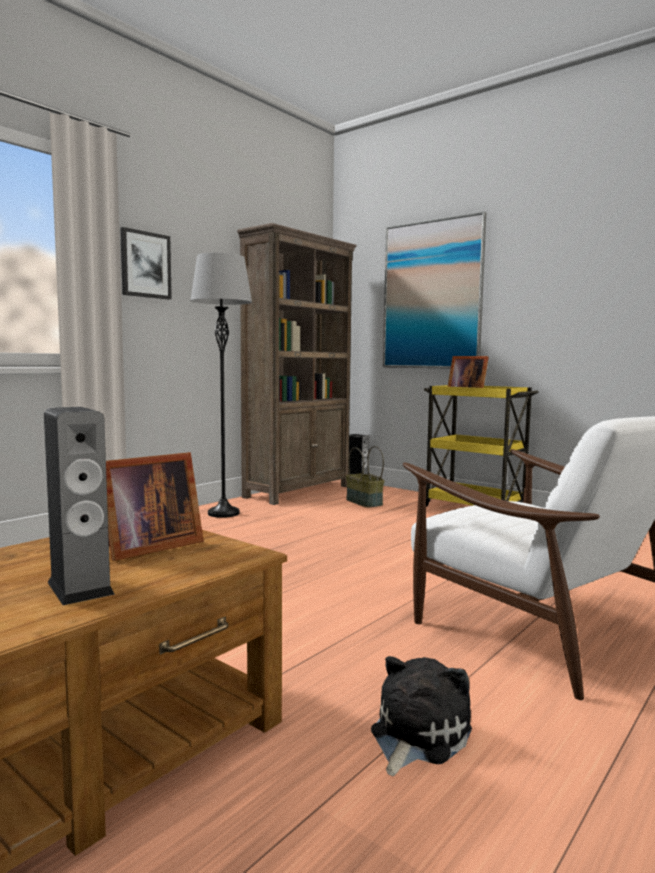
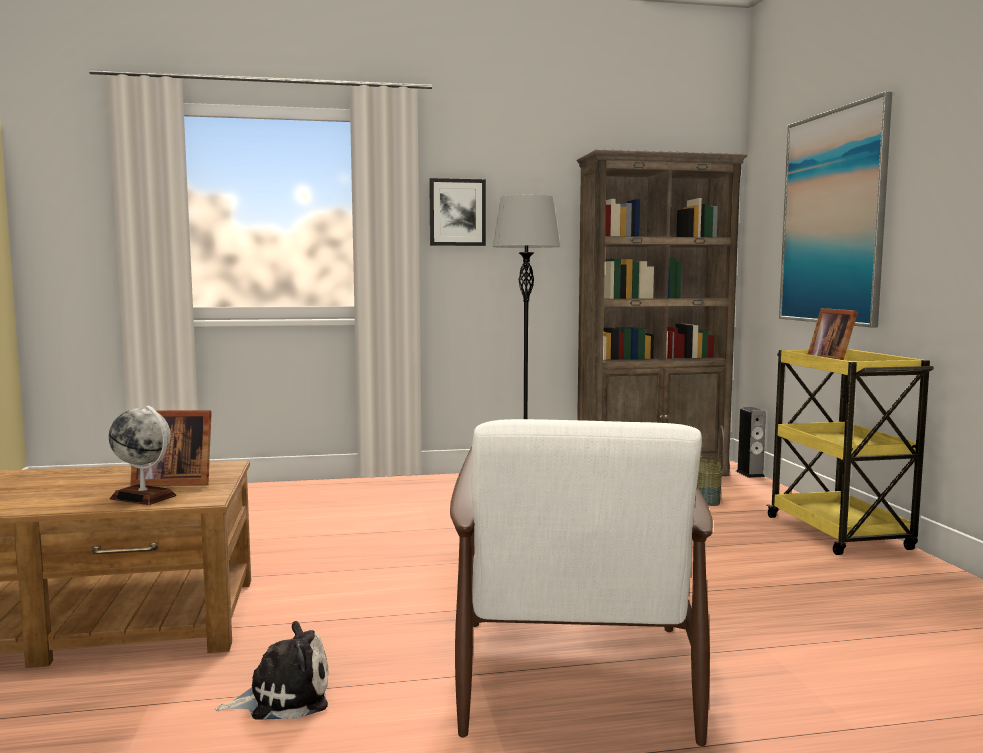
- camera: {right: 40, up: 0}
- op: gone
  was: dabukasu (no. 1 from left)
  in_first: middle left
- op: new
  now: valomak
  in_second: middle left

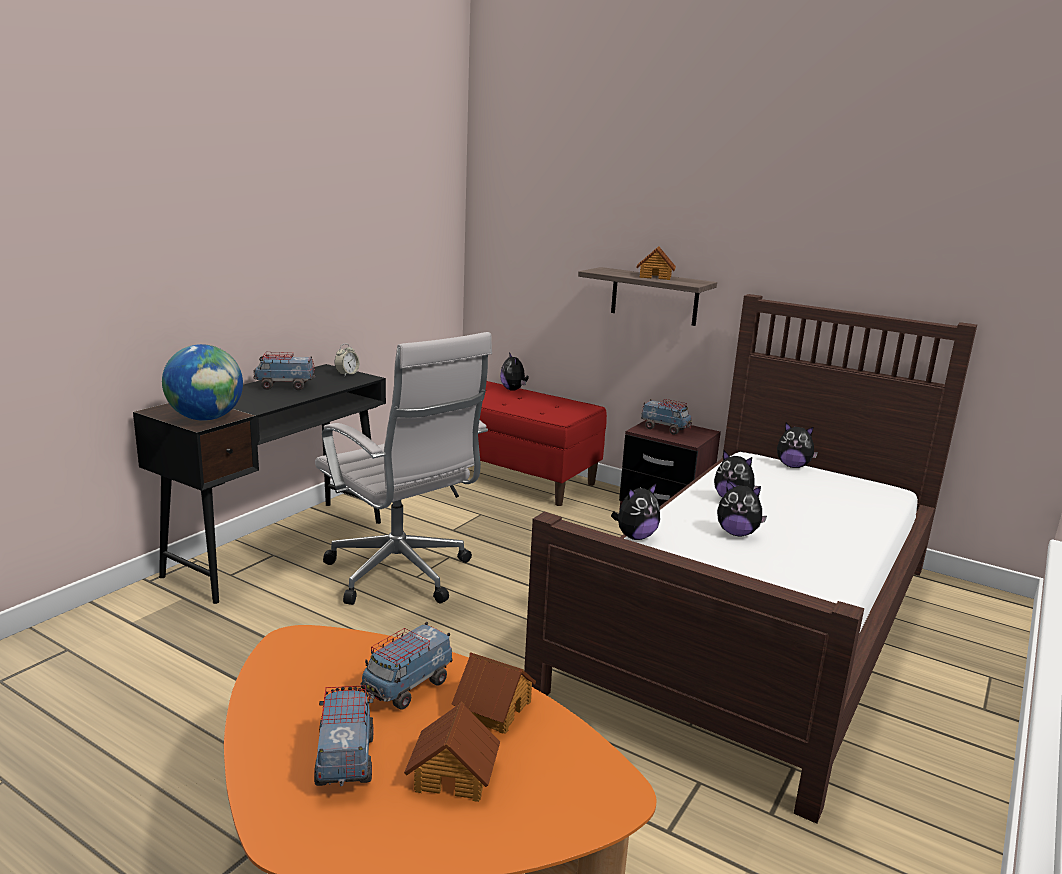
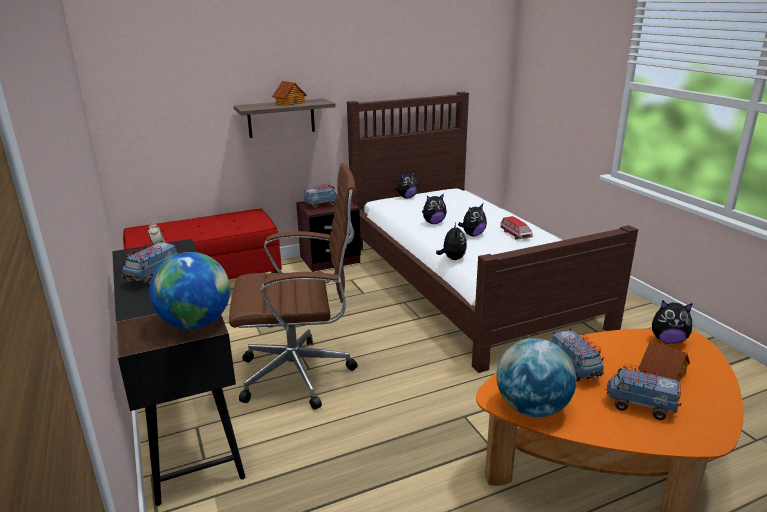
- camera: {right: -55, up: 5}
- op: repainted
  was: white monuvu
  now: brown monuvu
  in_first: centre
  in_second: centre
- op: shifted
  was: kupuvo (no. 1 from left in the first image)
  now: kupuvo (no. 5 from left)
  in_first: centre
  in_second: middle right
- op: gone
  was: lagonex (no. 2 from left)
  in_first: bottom centre
- op: new
  now: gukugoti
  in_second: middle right
- op: new
  now: valomak (no. 2 from left)
  in_second: bottom right

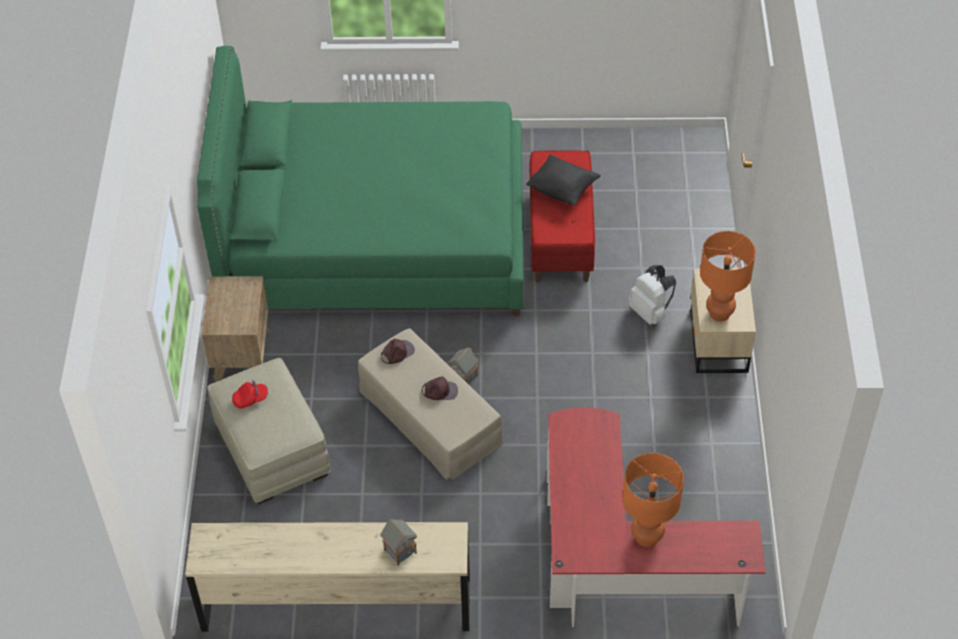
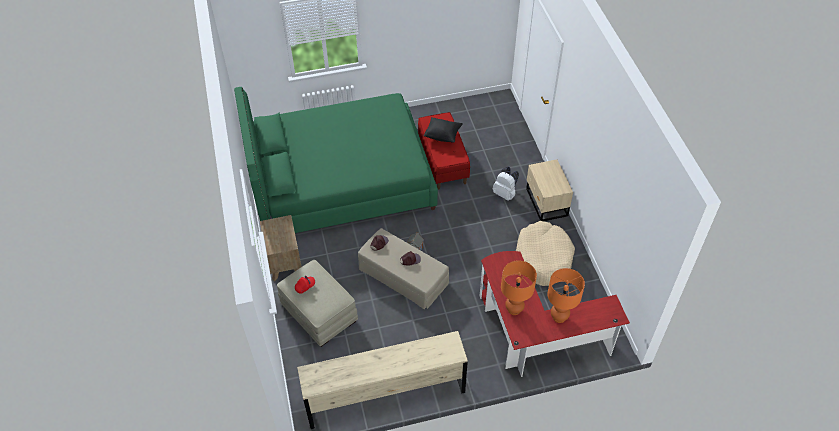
- camera: {right: -15, up: 0}
- op: shifted
  was: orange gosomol (no. 2 from left in the first image)
  now: orange gosomol (no. 1 from left)
  in_first: middle right
  in_second: bottom centre
- op: gone
  was: lagonex (no. 1 from left)
  in_first: bottom centre
- op: new
  now: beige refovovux
  in_second: centre

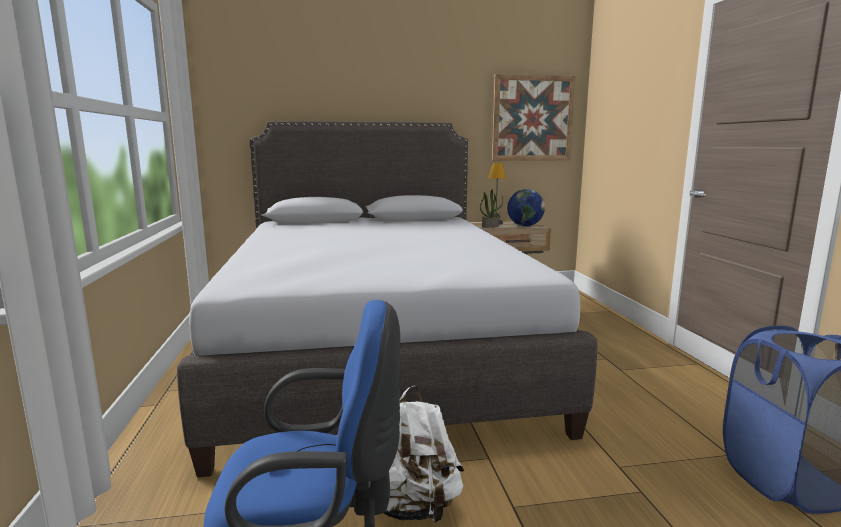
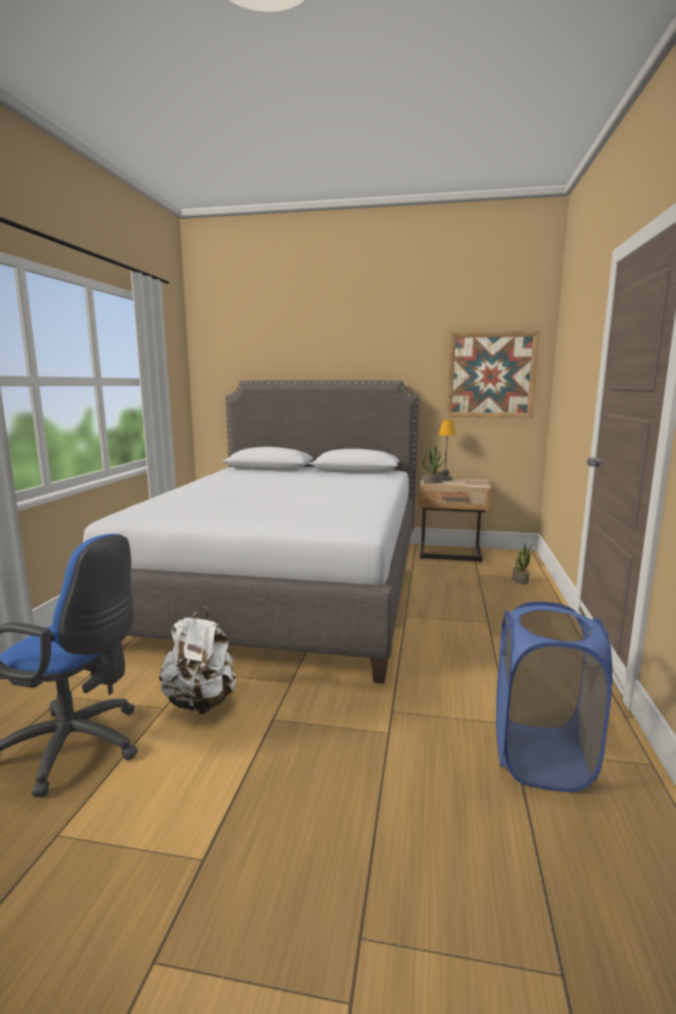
- camera: {right: 20, up: 0}
- op: gone
  was: valomak
  in_first: centre
- op: new
  now: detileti (no. 2 from left)
  in_second: middle right

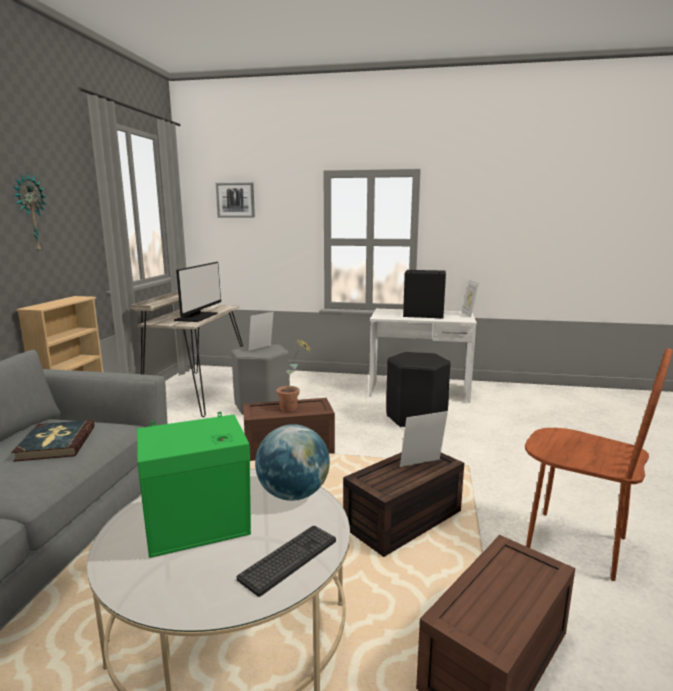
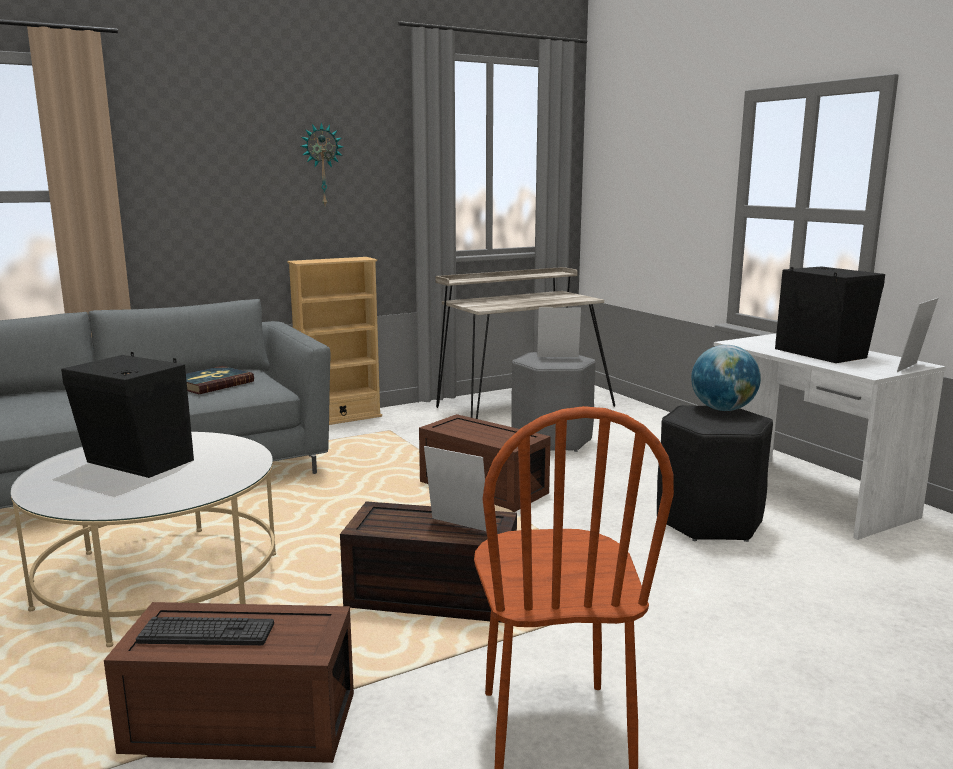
- camera: {right: 50, up: 0}
- op: gone
  was: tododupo
  in_first: top centre
- op: gone
  was: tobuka
  in_first: middle left
- op: gone
  was: detileti
  in_first: centre
- op: repainted
  was: green dabukasu
  now: black dabukasu (no. 1 from left)
  in_first: bottom left
  in_second: middle left
- op: shifted
  was: valomak
  in_first: bottom centre
  in_second: middle right
- op: shifted
  was: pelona
  in_first: bottom centre
  in_second: bottom left

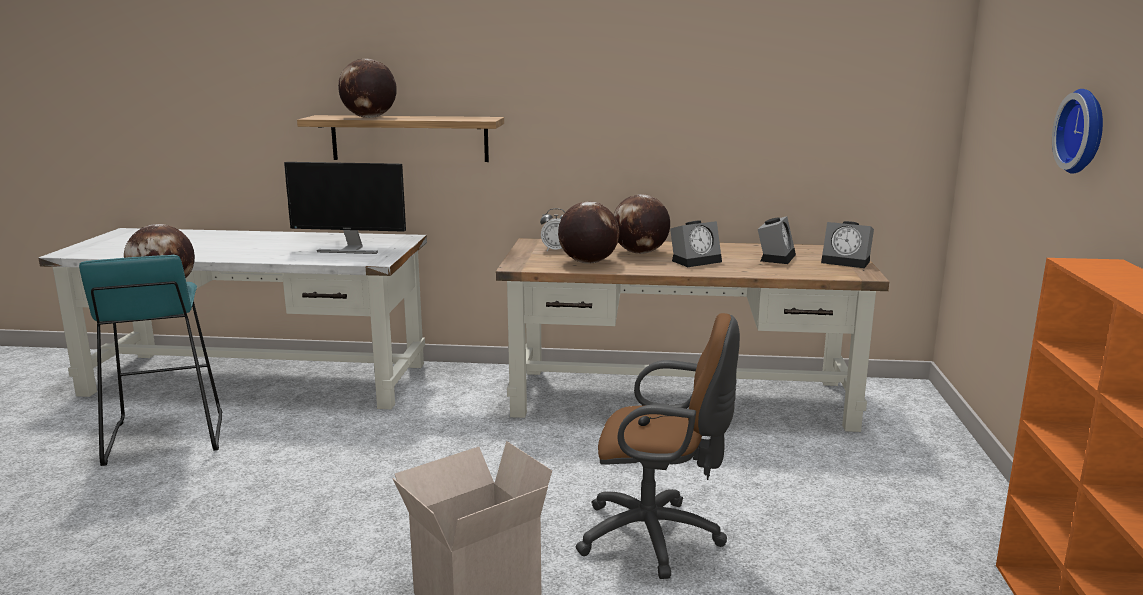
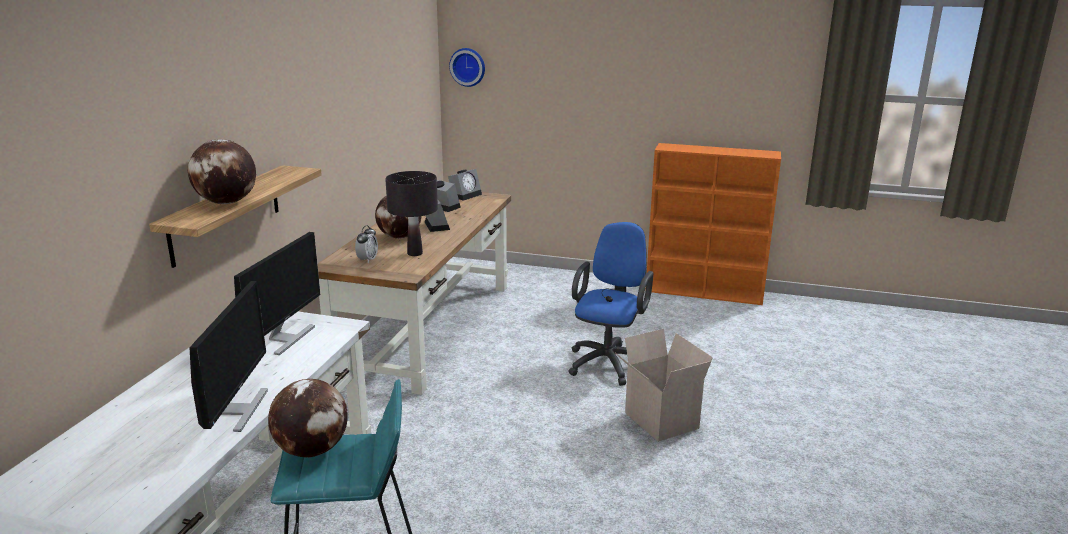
- camera: {right: -80, up: 5}
- op: shifted
  was: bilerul
  in_first: top right
  in_second: top centre
- op: swapped
  was: valomak (no. 3 from left)
  now: black gosomol
  in_first: centre
  in_second: centre
- op: repainted
  was: brown monuvu
  now: blue monuvu
  in_first: bottom centre
  in_second: centre
- op: new
  now: tobuka (no. 1 from left)
  in_second: bottom left

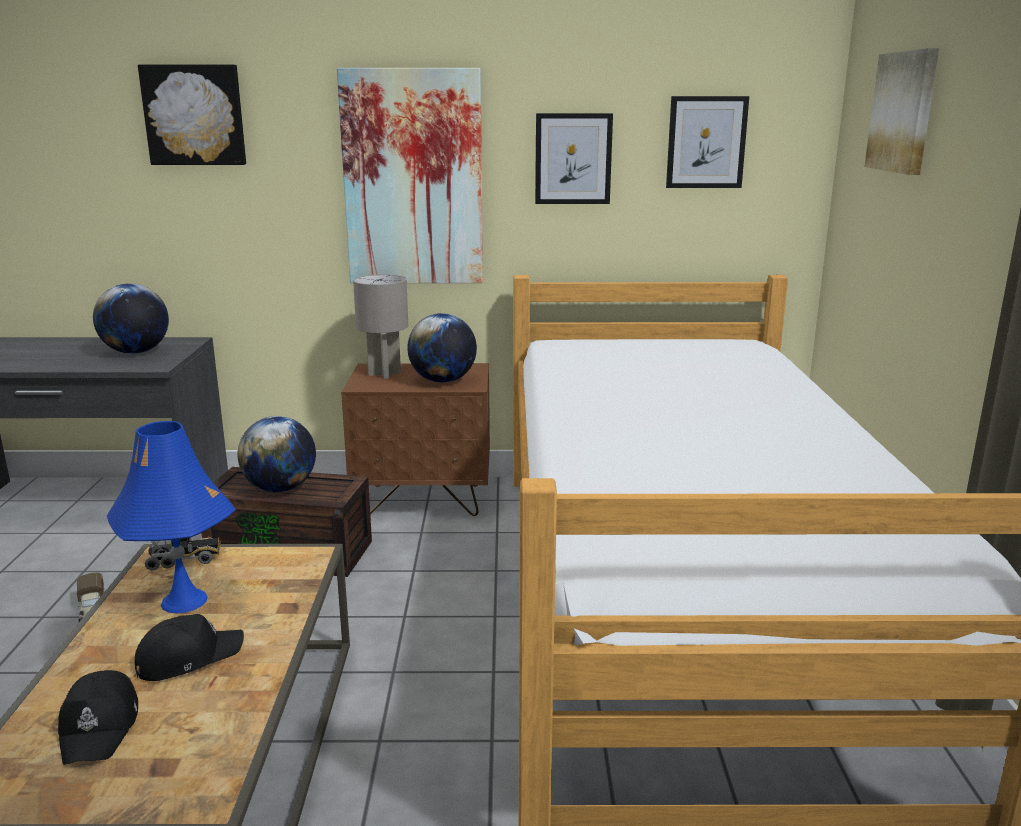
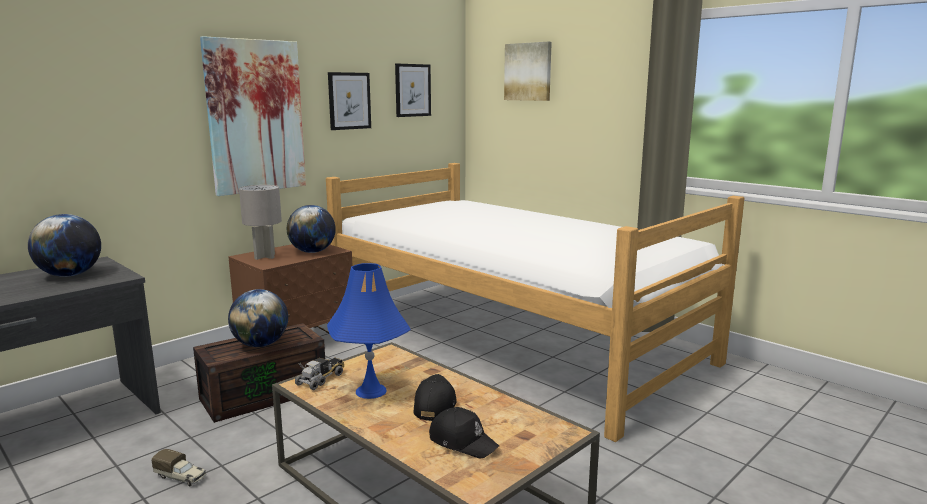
- camera: {right: -45, up: -5}
- op: gone
  was: tododupo (no. 1 from left)
  in_first: top left

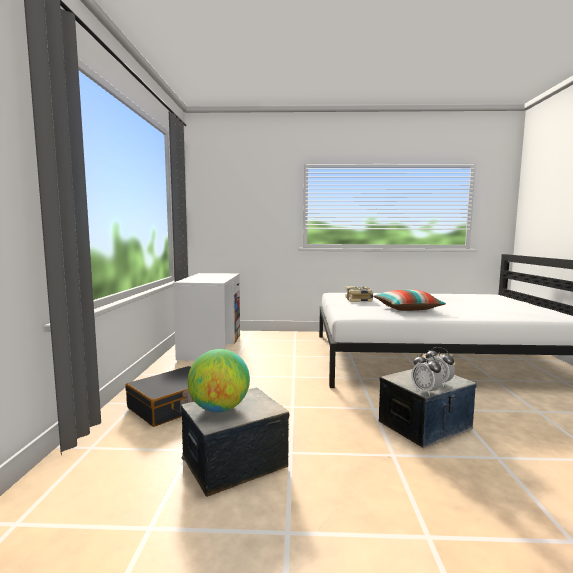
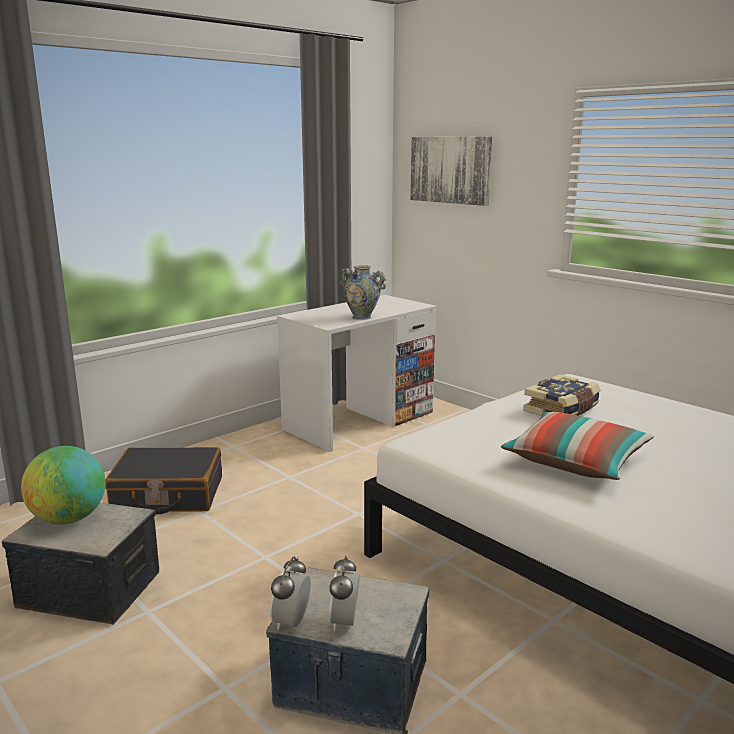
- camera: {right: 45, up: 10}
- op: new
  now: tododupo
  in_second: top centre
- op: new
  now: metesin
  in_second: centre

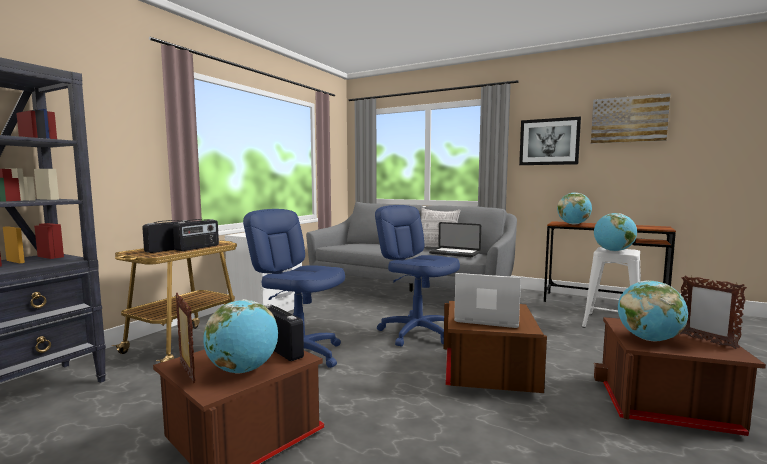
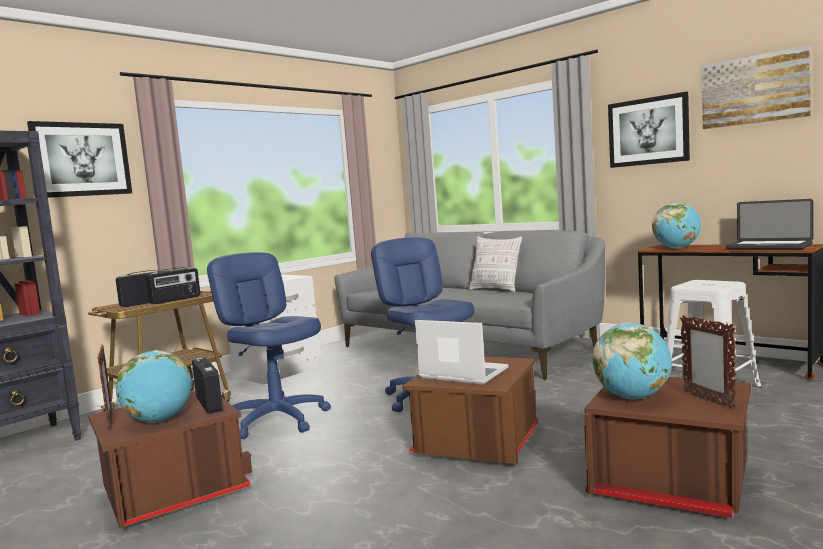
- camera: {right: 15, up: 0}
- op: gone
  was: valomak (no. 3 from left)
  in_first: middle right
- op: shifted
  was: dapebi (no. 1 from left in the first image)
  now: dapebi (no. 2 from left)
  in_first: centre
  in_second: middle right
- op: new
  now: tododupo (no. 1 from left)
  in_second: top left

